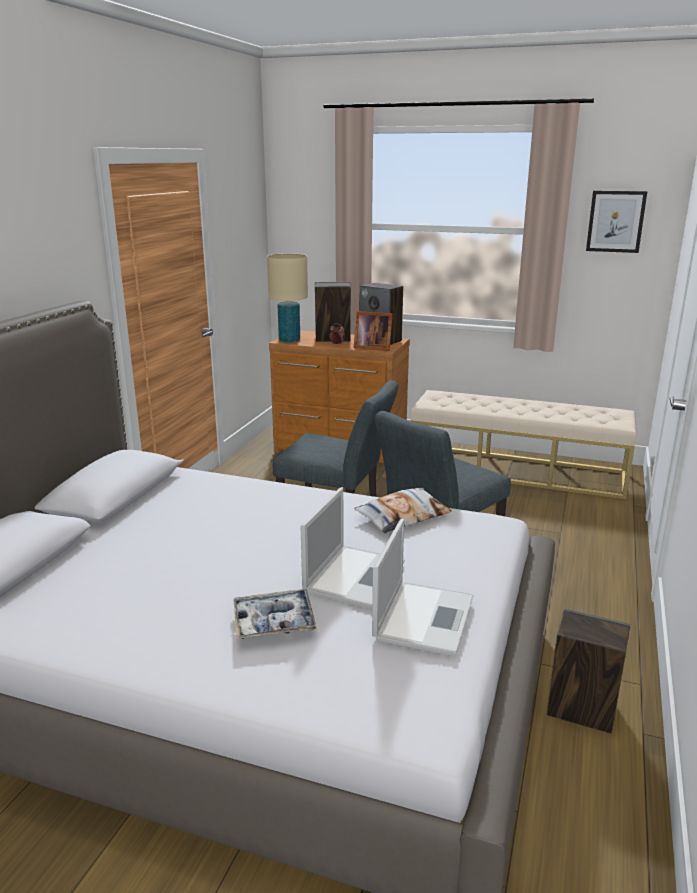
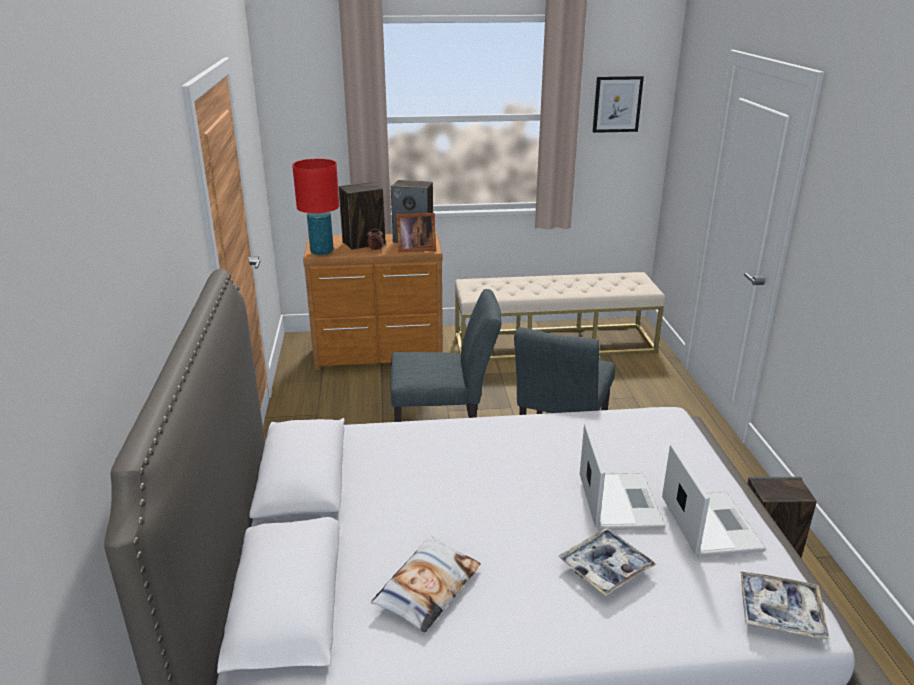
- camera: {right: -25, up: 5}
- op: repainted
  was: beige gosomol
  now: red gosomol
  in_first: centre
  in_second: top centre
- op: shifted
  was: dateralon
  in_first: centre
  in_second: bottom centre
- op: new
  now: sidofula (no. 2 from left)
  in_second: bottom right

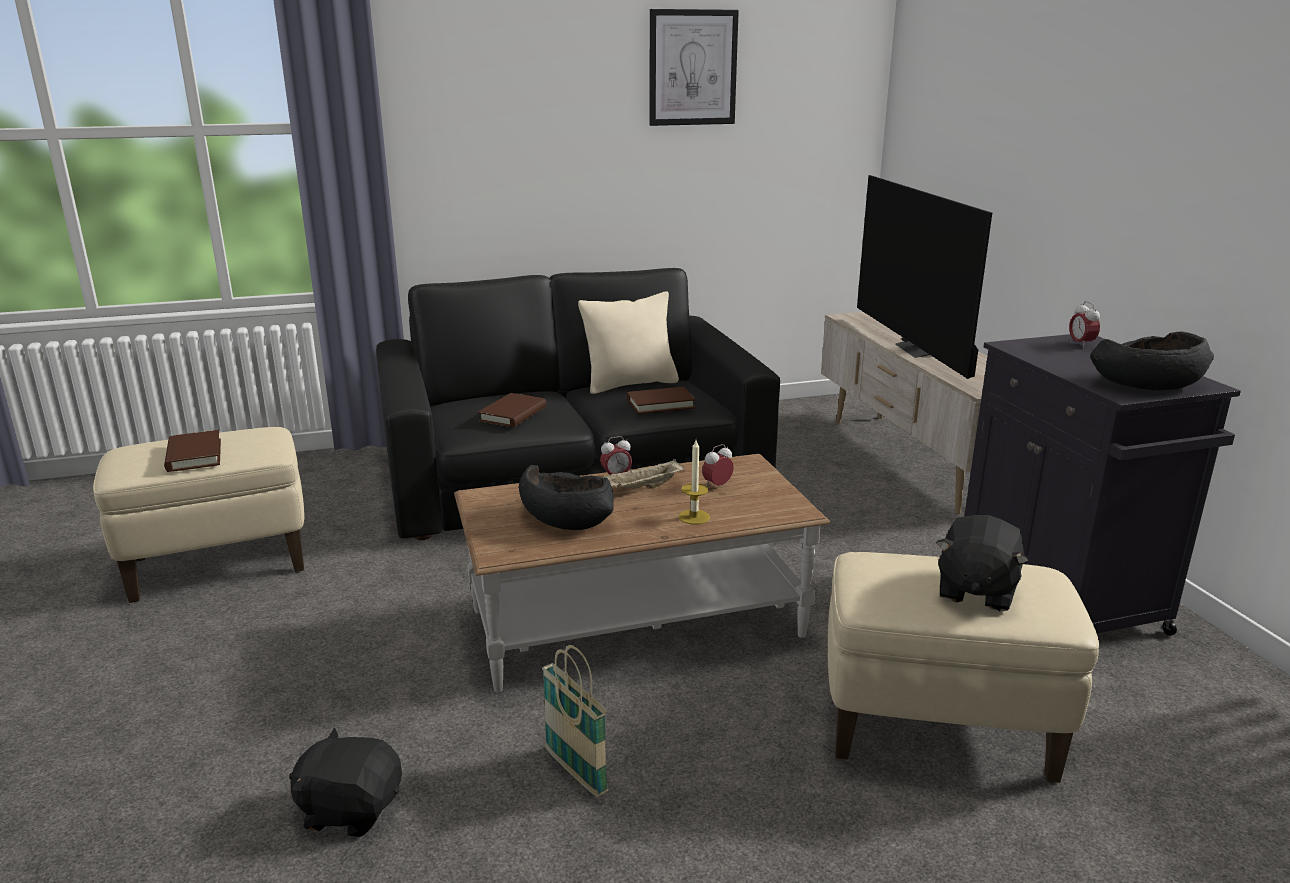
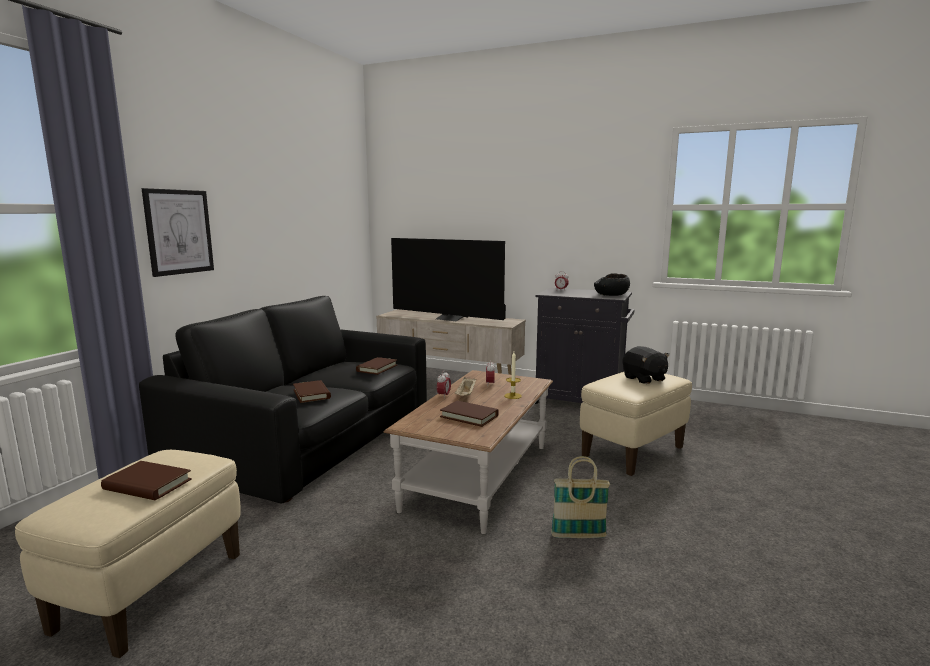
- camera: {right: -50, up: -10}
- op: shifted
  was: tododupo
  in_first: top centre
  in_second: middle left
- op: gone
  was: beige dateralon
  in_first: centre
- op: swapped
  was: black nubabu (no. 1 from left)
  now: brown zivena (no. 4 from left)
  in_first: centre
  in_second: centre
- op: gone
  was: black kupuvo (no. 1 from left)
  in_first: bottom left

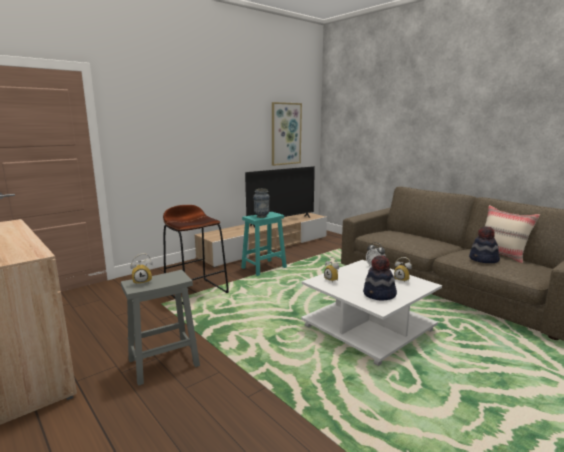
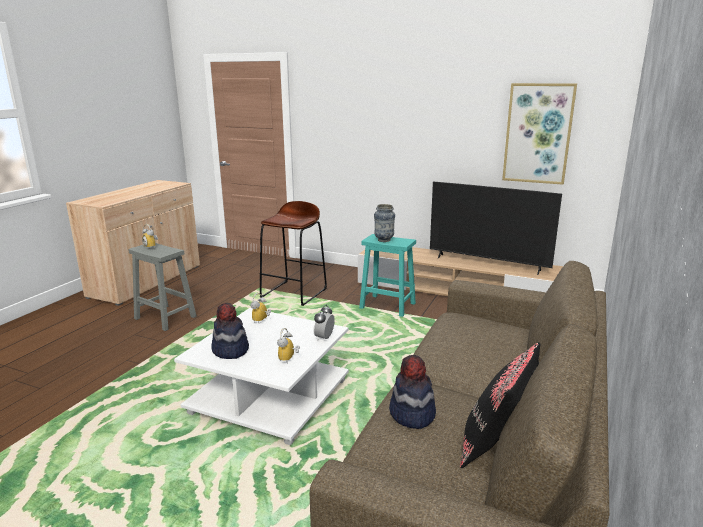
- camera: {right: 65, up: 5}
- op: repainted
  was: beige dateralon
  now: black dateralon
  in_first: middle right
  in_second: bottom right

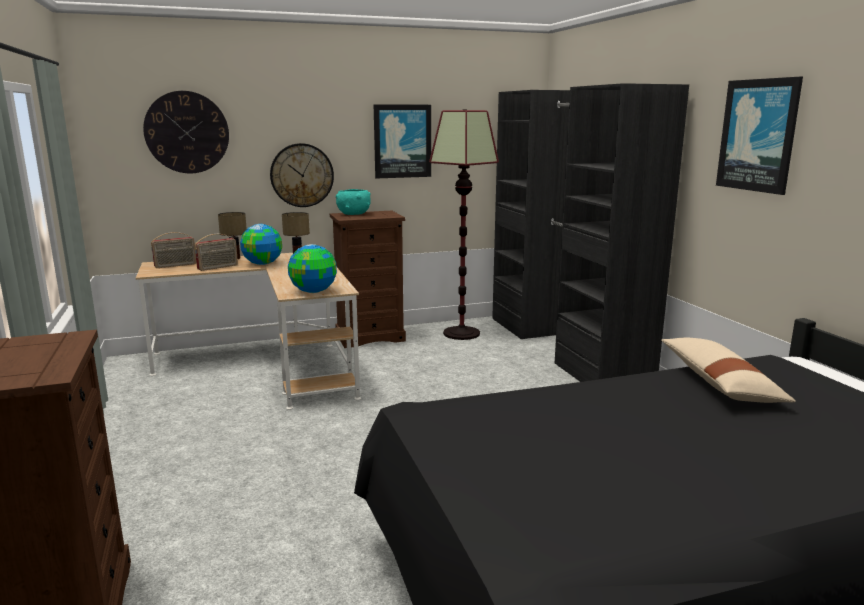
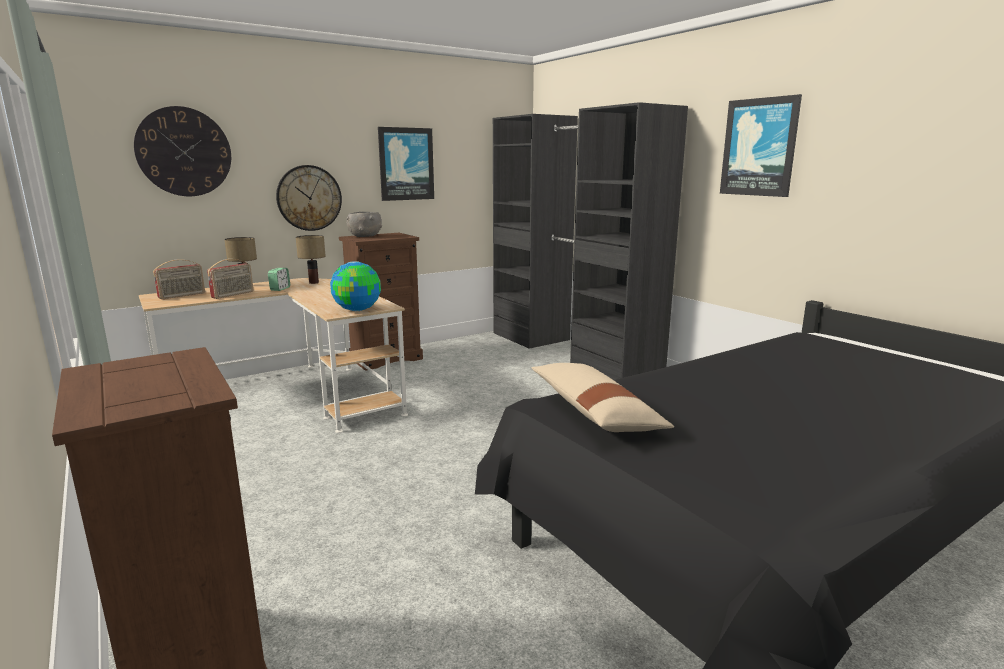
- camera: {right: -15, up: 0}
- op: gone
  was: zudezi
  in_first: centre
- op: repainted
  was: turquoise nubabu
  now: grey nubabu
  in_first: centre
  in_second: centre
- op: swapped
  was: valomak (no. 1 from left)
  now: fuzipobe
  in_first: middle left
  in_second: middle left
- op: shifted
  was: beige dateralon
  in_first: middle right
  in_second: centre

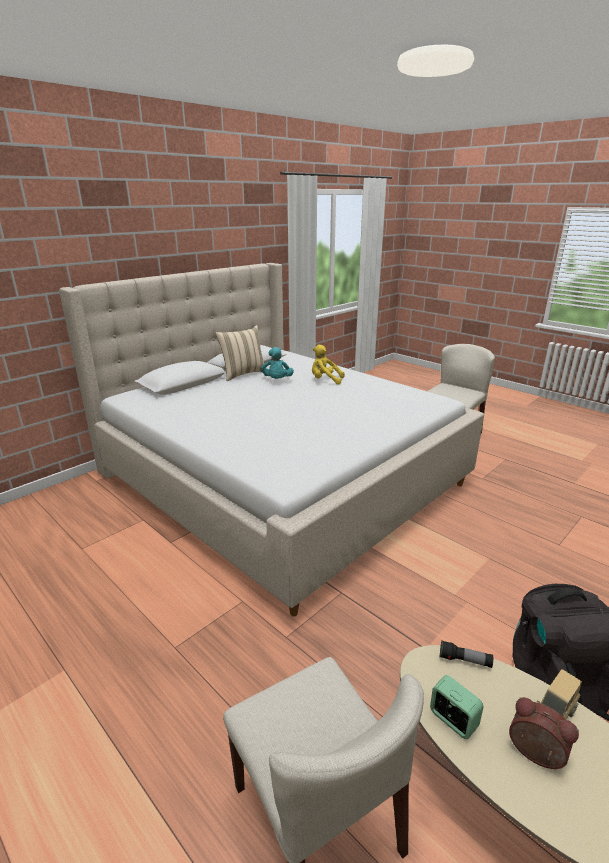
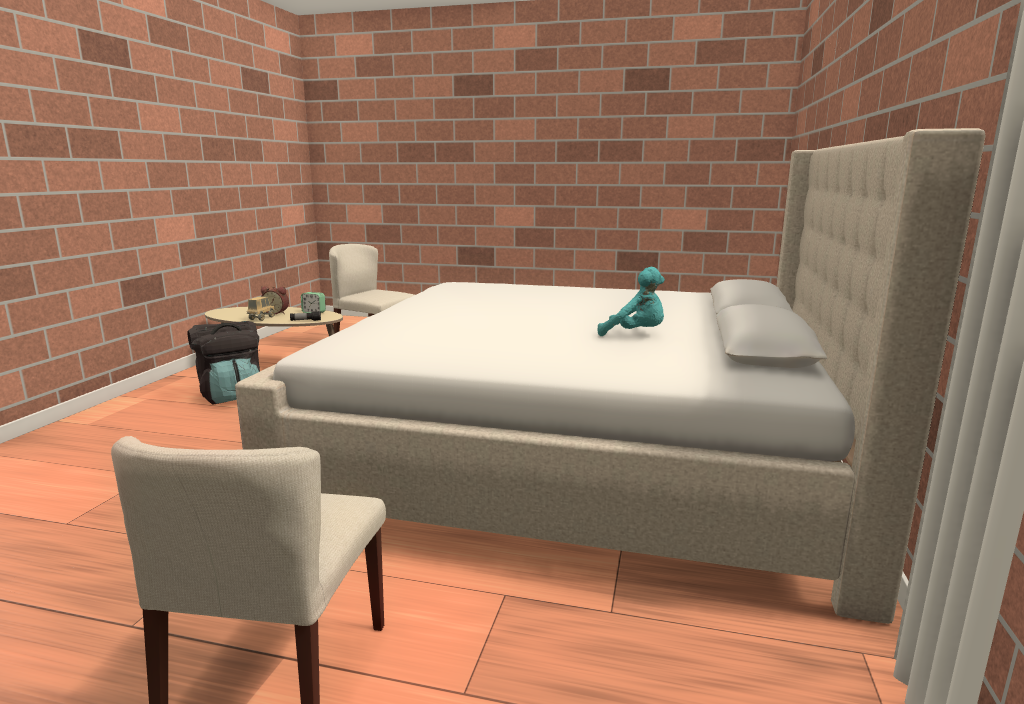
- camera: {right: 150, up: -10}
- op: gone
  was: beige dateralon
  in_first: centre
- op: gone
  was: yellow kupuvo
  in_first: centre
- op: rotated
  was: turquoise kupuvo
  in_first: centre
  in_second: centre
  clockwise: 150

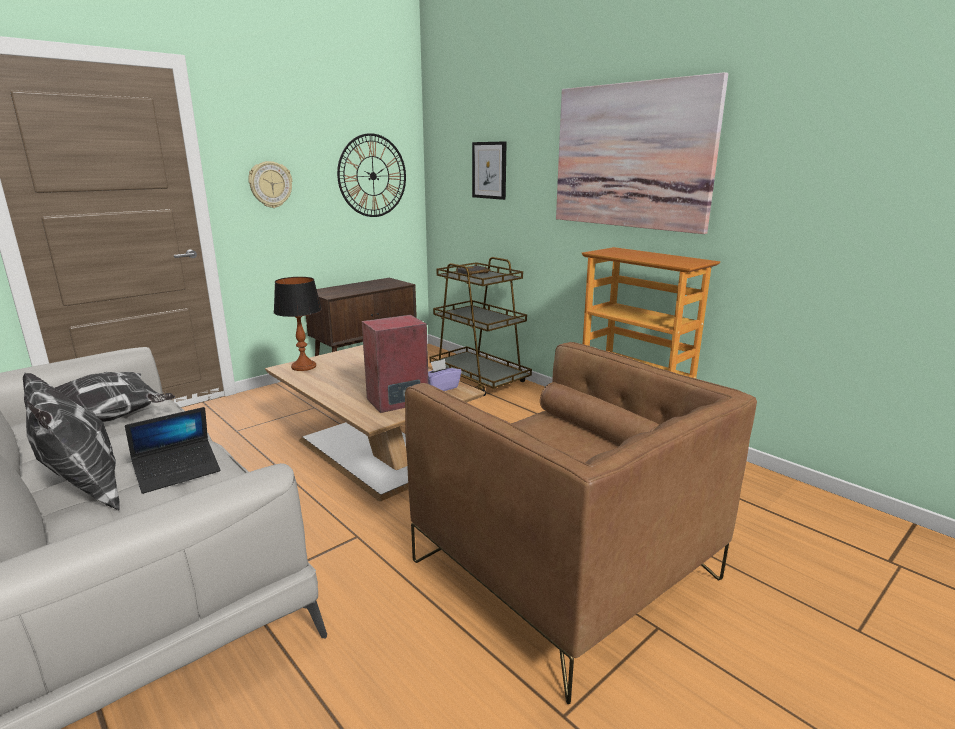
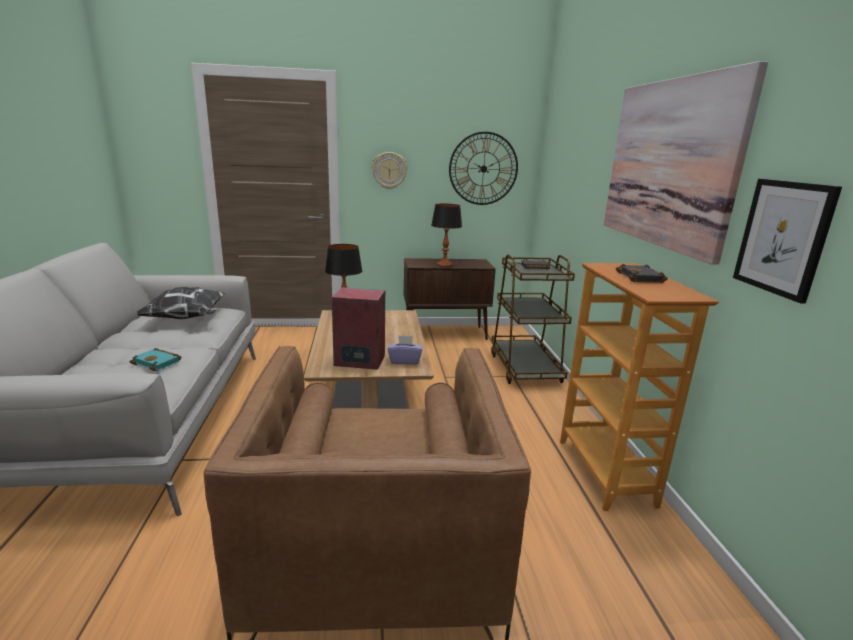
- camera: {right: 35, up: 0}
- op: shifted
  was: tododupo (no. 1 from left in the first image)
  now: tododupo (no. 2 from left)
  in_first: top centre
  in_second: middle right
- op: gone
  was: dateralon (no. 1 from left)
  in_first: middle left
- op: swapped
  was: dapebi
  now: turquoise zivena
  in_first: middle left
  in_second: middle left
- op: new
  now: gosomol (no. 2 from left)
  in_second: centre
- op: new
  now: black zivena (no. 2 from left)
  in_second: middle right

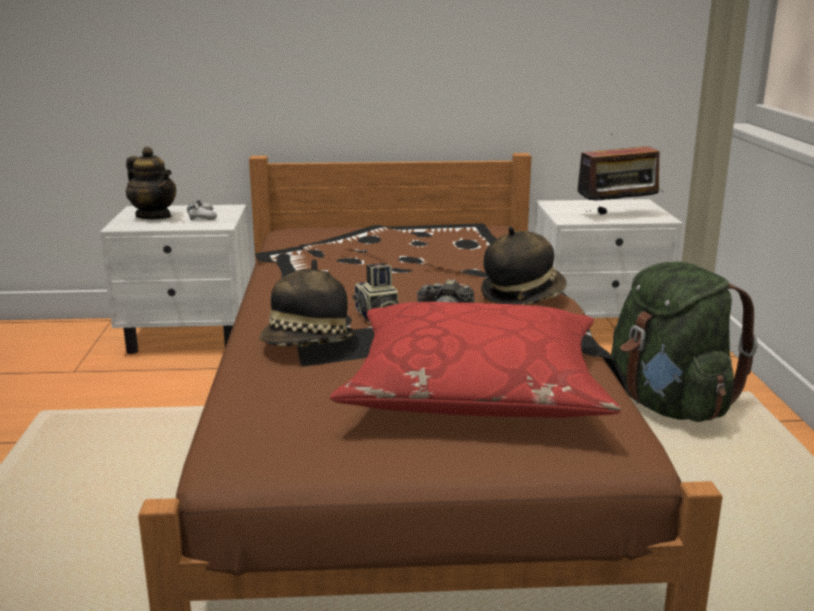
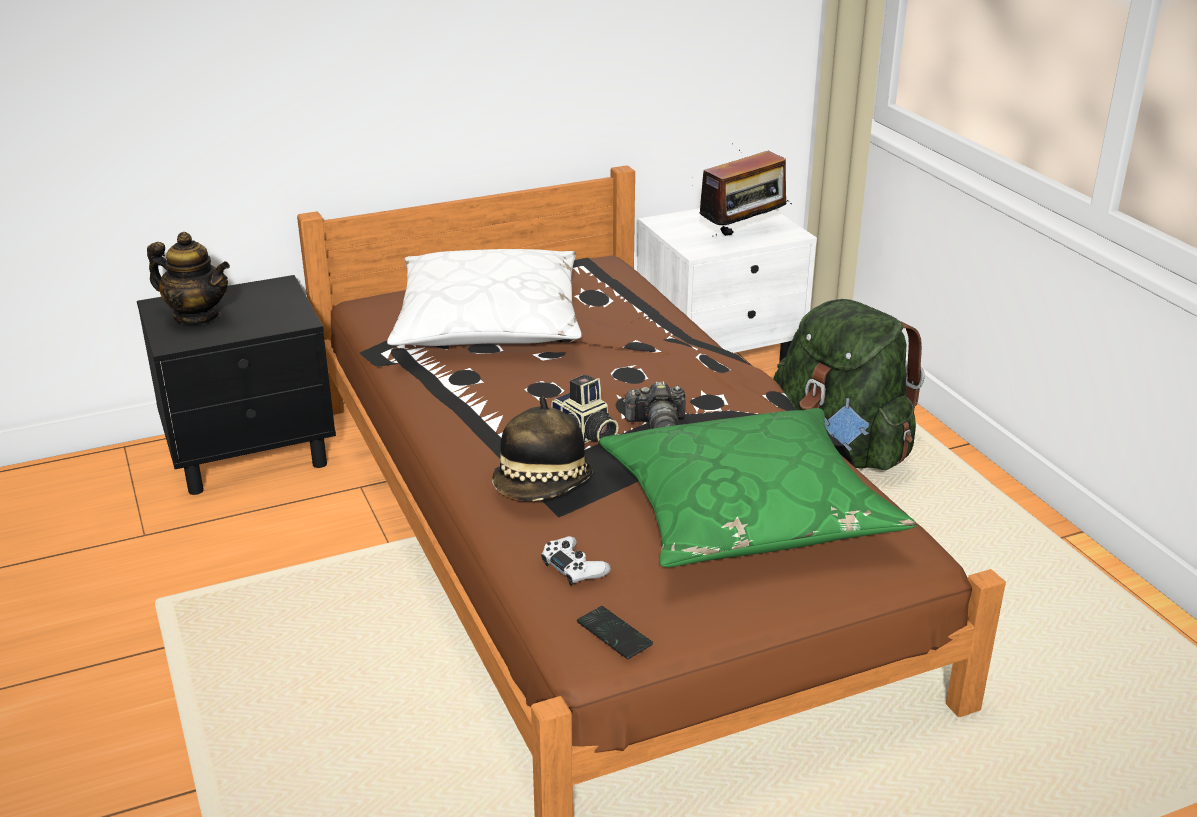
- camera: {right: -20, up: 10}
- op: shifted
  was: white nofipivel
  in_first: middle left
  in_second: bottom centre
- op: repainted
  was: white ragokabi (no. 1 from left)
  now: black ragokabi
  in_first: middle left
  in_second: middle left
- op: gone
  was: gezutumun (no. 2 from left)
  in_first: centre
- op: repainted
  was: red dateralon
  now: green dateralon
  in_first: centre
  in_second: centre
- op: new
  now: white dateralon
  in_second: centre
- op: new
  now: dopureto
  in_second: bottom centre

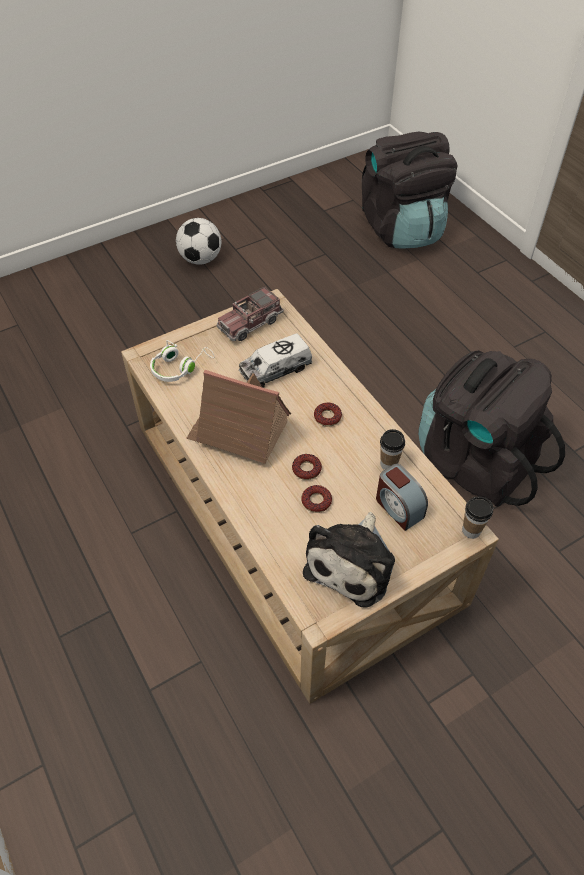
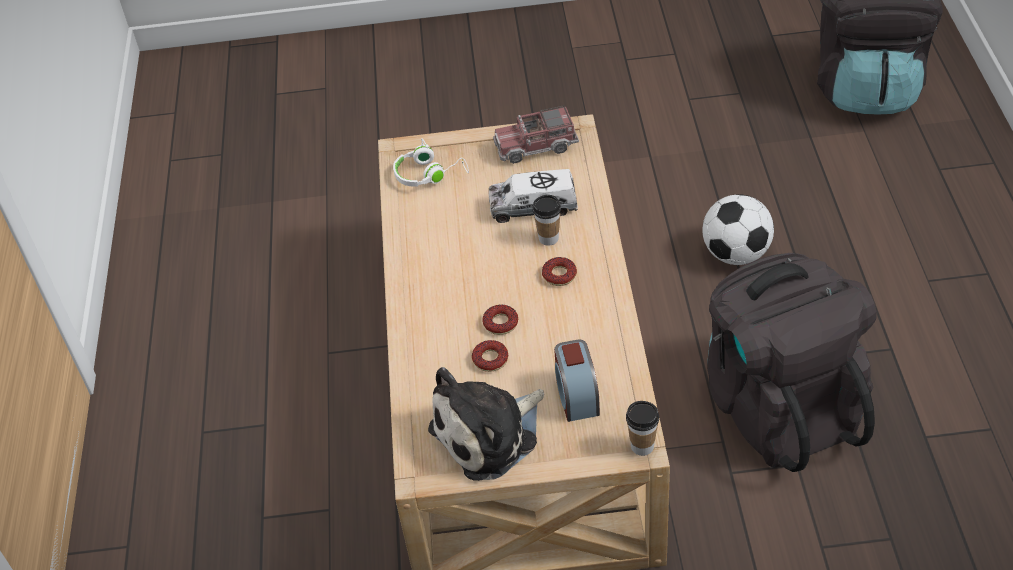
- camera: {right: 30, up: -5}
- op: shifted
  was: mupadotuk
  in_first: top centre
  in_second: middle right
- op: gone
  was: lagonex
  in_first: centre
- op: shifted
  was: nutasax (no. 1 from left)
  in_first: middle right
  in_second: centre

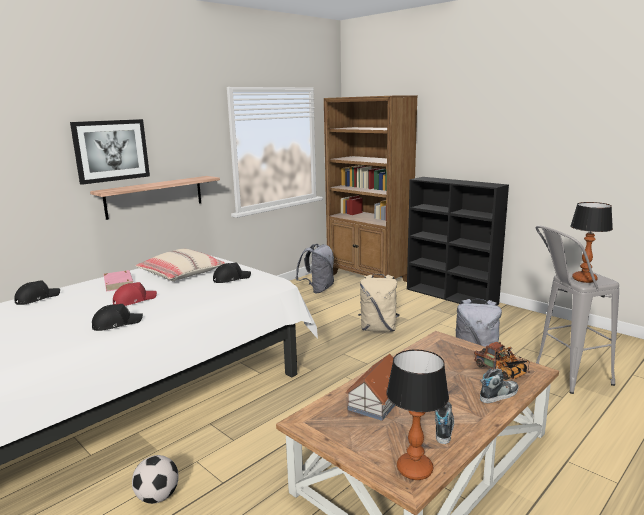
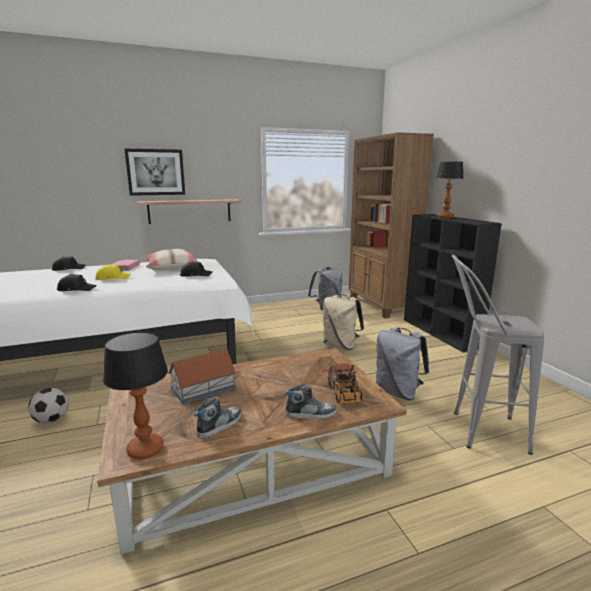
- camera: {right: 25, up: 0}
- op: shifted
  was: gosomol (no. 2 from left)
  in_first: middle right
  in_second: top right
- op: repainted
  was: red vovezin
  now: yellow vovezin
  in_first: middle left
  in_second: middle left

